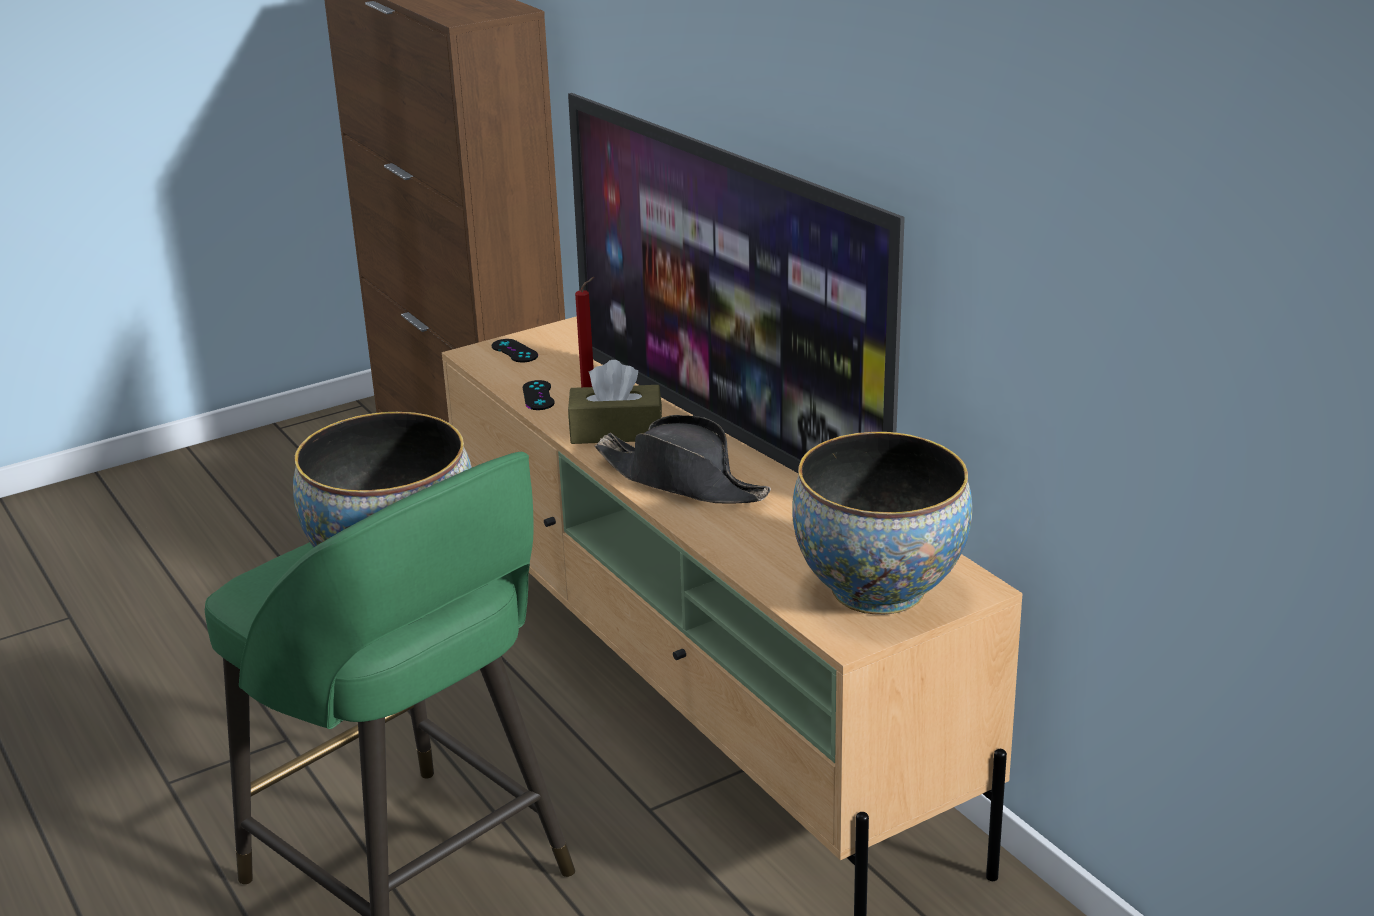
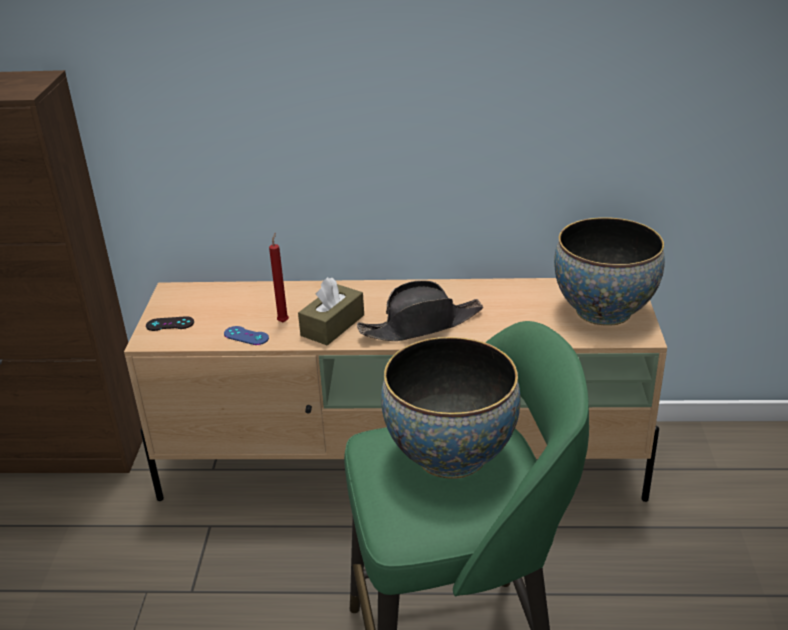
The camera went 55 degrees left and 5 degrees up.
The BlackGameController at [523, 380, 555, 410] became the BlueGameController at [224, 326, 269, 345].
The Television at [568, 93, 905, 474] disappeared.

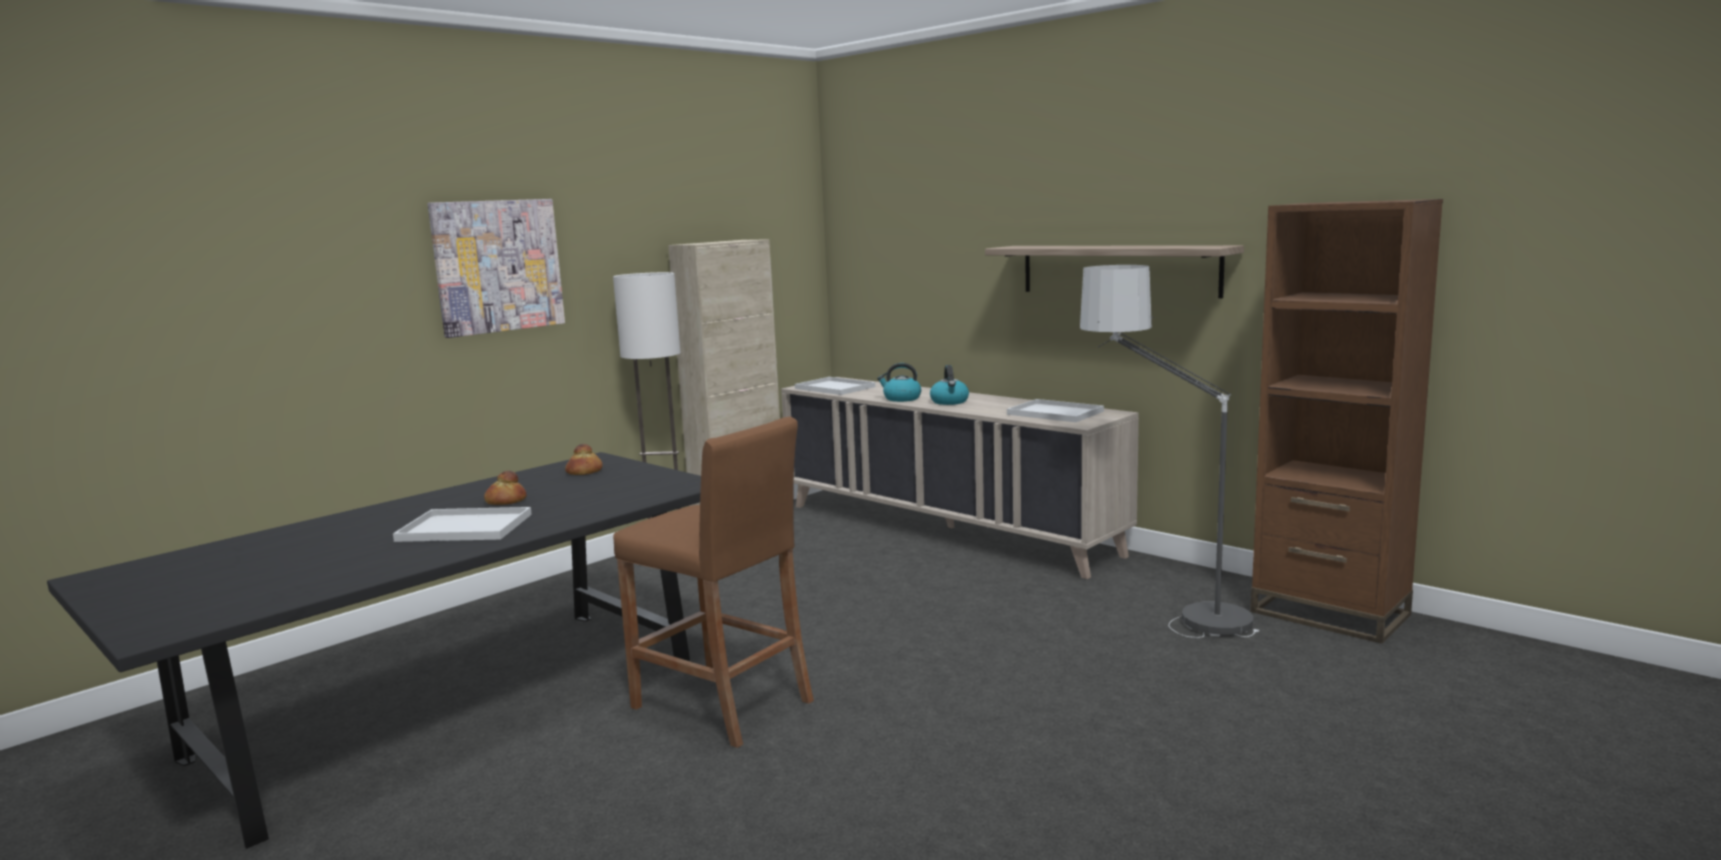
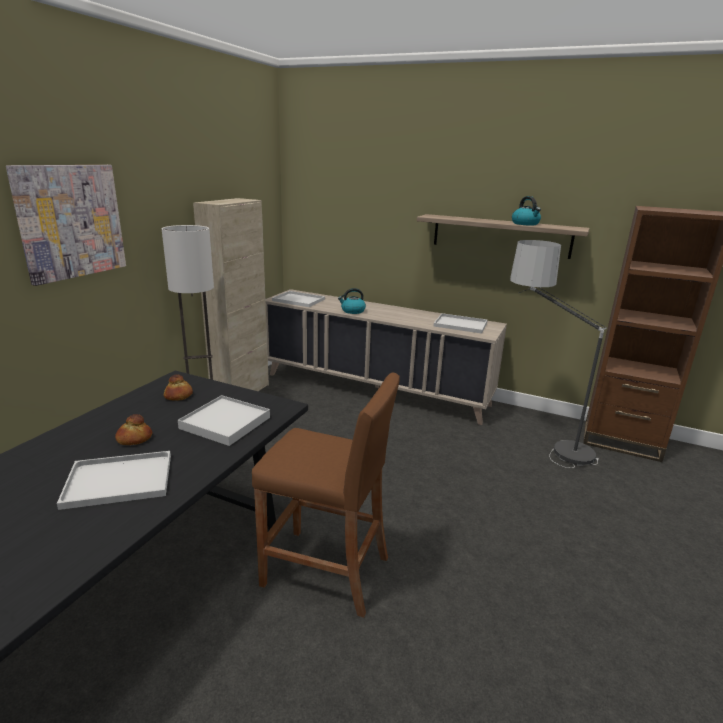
The camera went 20 degrees left and 10 degrees up.
The WhiteTray at [178, 395, 270, 446] appeared.
The Kettle moved from [930, 365, 969, 405] to [512, 196, 541, 226].

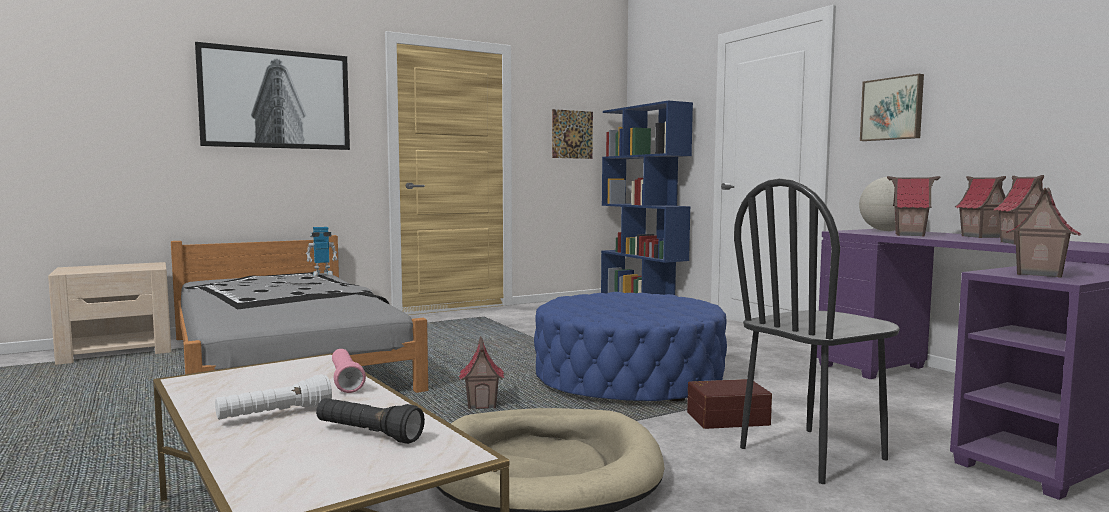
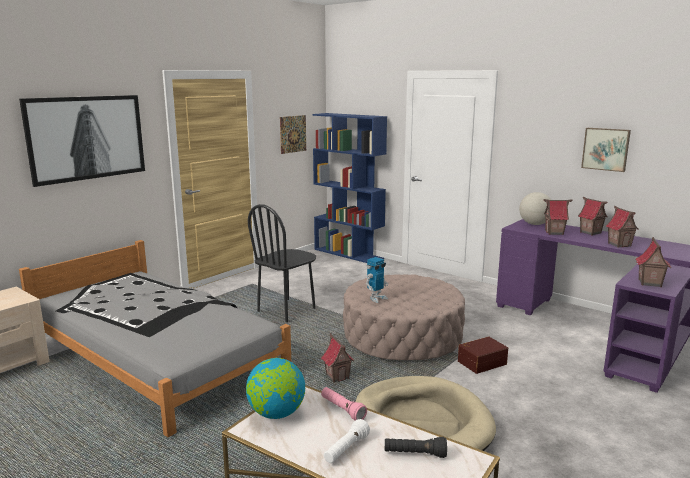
The camera went 20 degrees left and 10 degrees up.
The Globe at [246, 358, 305, 419] appeared.
The BlackChair moved from [734, 178, 900, 484] to [248, 204, 316, 322].
The BlueOttoman at [534, 292, 727, 401] became the BeigeOttoman at [343, 274, 465, 360].
The ToyRobot moved from [306, 227, 337, 276] to [366, 257, 388, 303].
The Picture moved from [860, 74, 924, 141] to [581, 128, 631, 172].

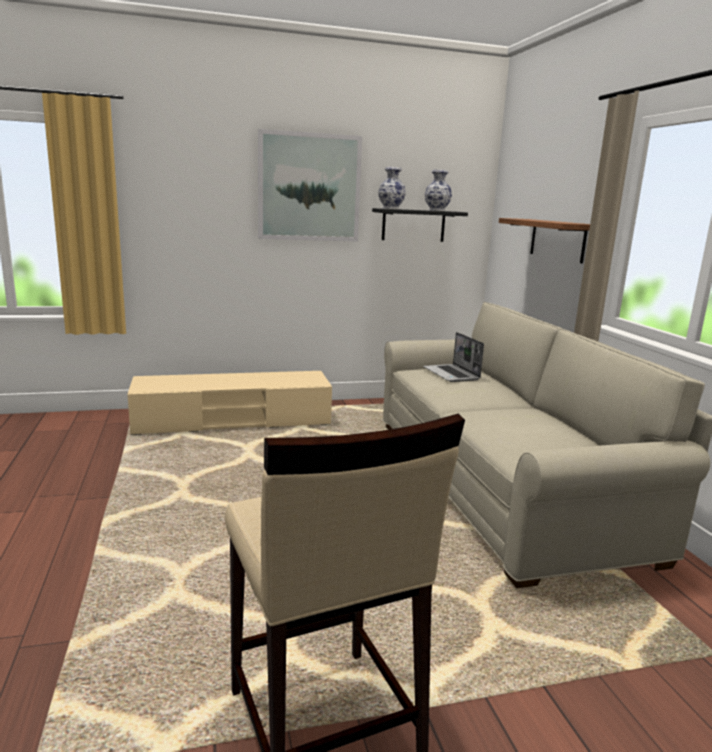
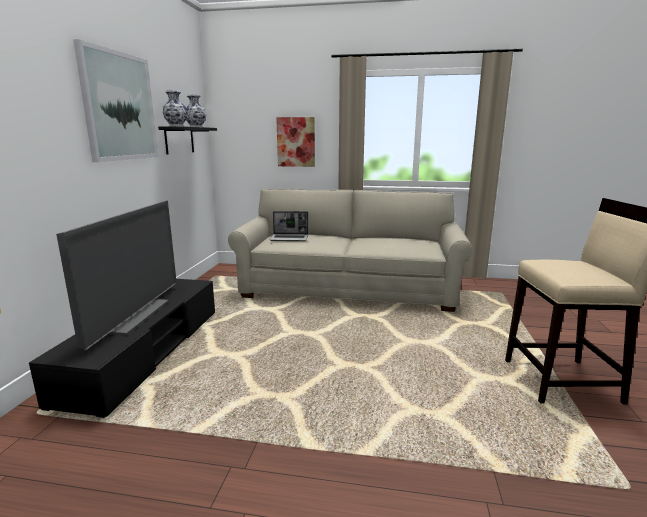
The camera went 65 degrees left and 0 degrees up.
The BeigeTvStand at [127, 371, 332, 435] became the BlackTvStand at [29, 279, 215, 418].
The Television at [56, 201, 177, 350] appeared.
The Shelf at [499, 218, 590, 263] was replaced by the Picture at [276, 117, 315, 167].

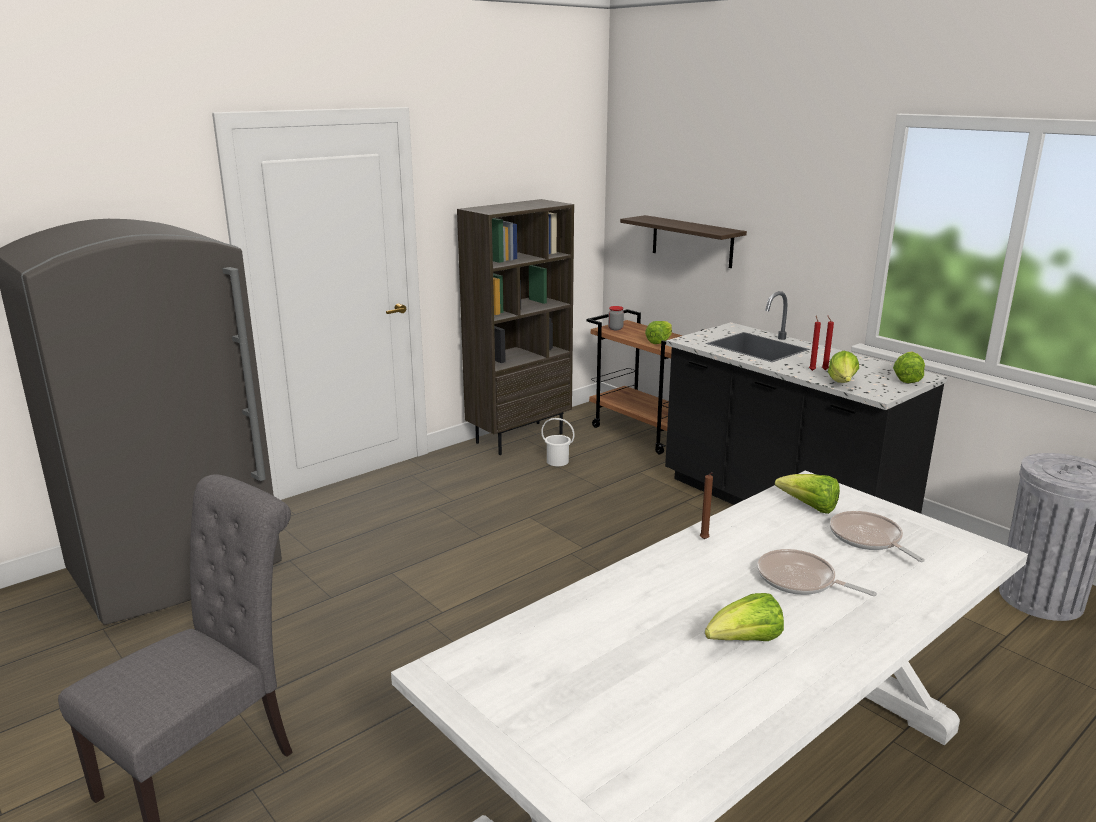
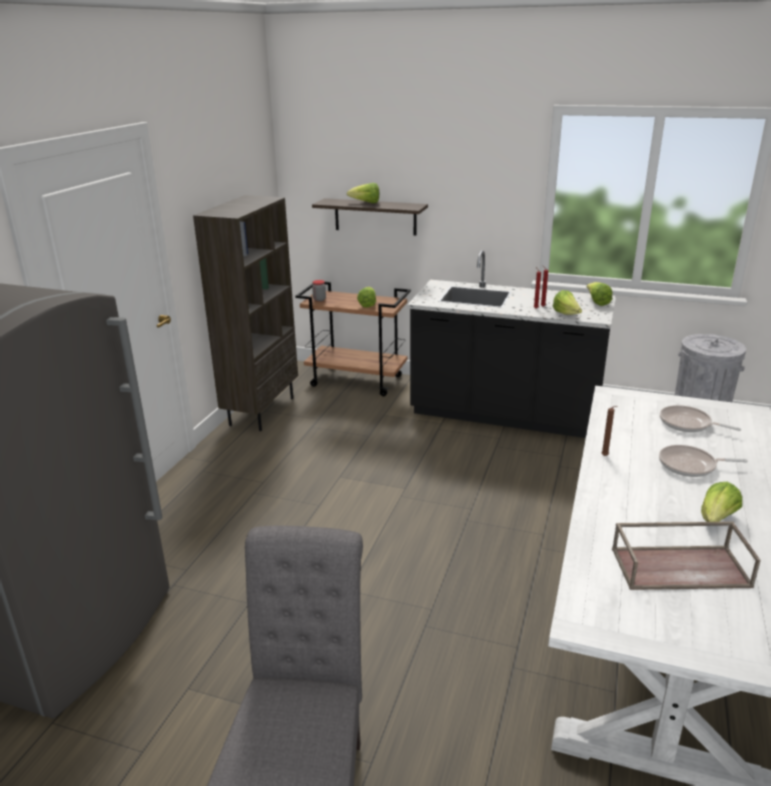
The camera went 30 degrees left and 5 degrees up.
The Lettuce moved from [775, 474, 840, 514] to [347, 183, 379, 203].
The BrownTray at [612, 522, 761, 590] appeared.
The WhiteBucket at [541, 418, 575, 466] disappeared.

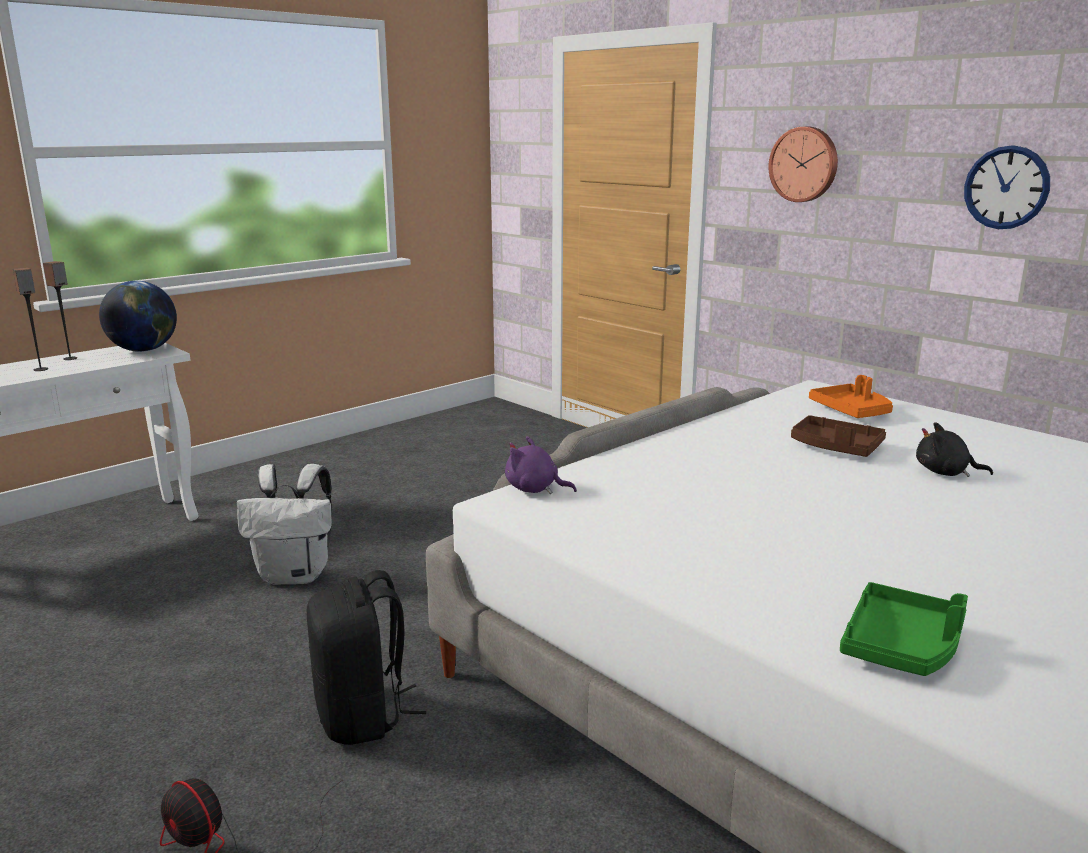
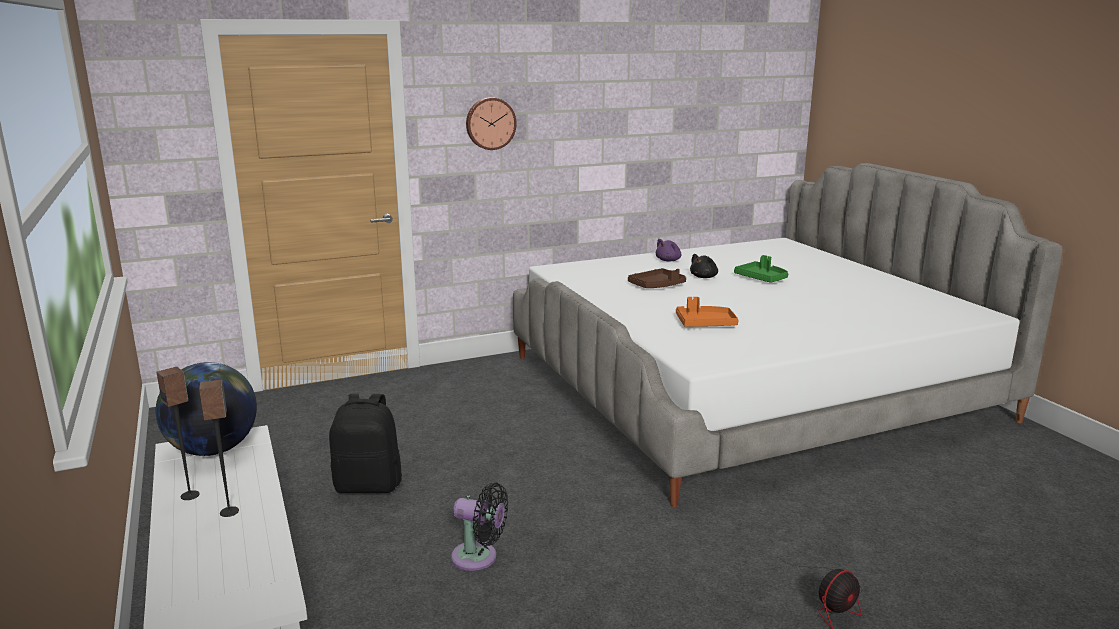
The camera went 70 degrees left and 0 degrees up.
The BlackBackpack moved from [307, 570, 426, 745] to [329, 394, 402, 493].
The WhiteBackpack at [236, 464, 332, 585] was replaced by the BlackFan at [451, 483, 508, 571].
The PurplePlushToy moved from [505, 436, 577, 494] to [656, 239, 682, 261].
The OrangeTray moved from [809, 375, 893, 418] to [676, 297, 738, 327].
The GreenTray moved from [840, 582, 968, 676] to [734, 255, 788, 283].
The WallClock at [964, 145, 1050, 229] disappeared.

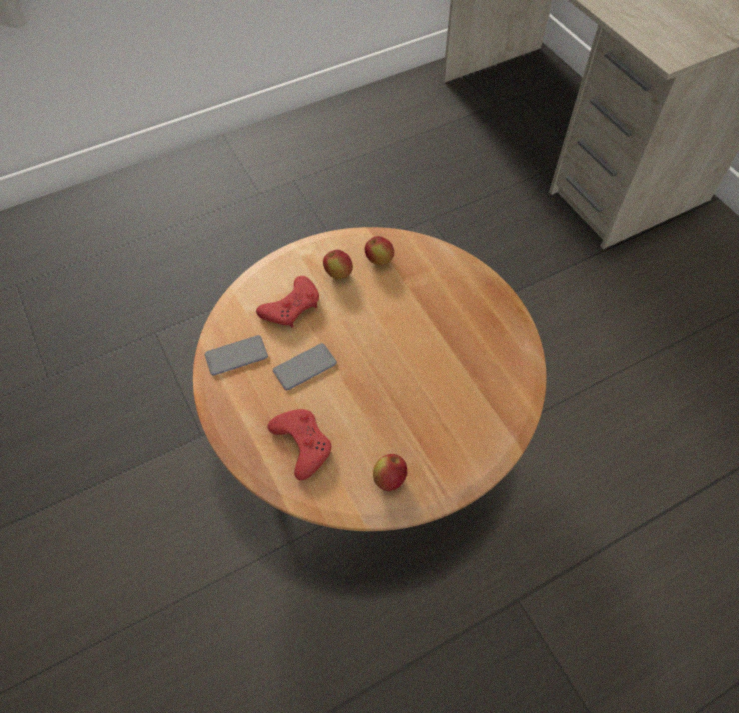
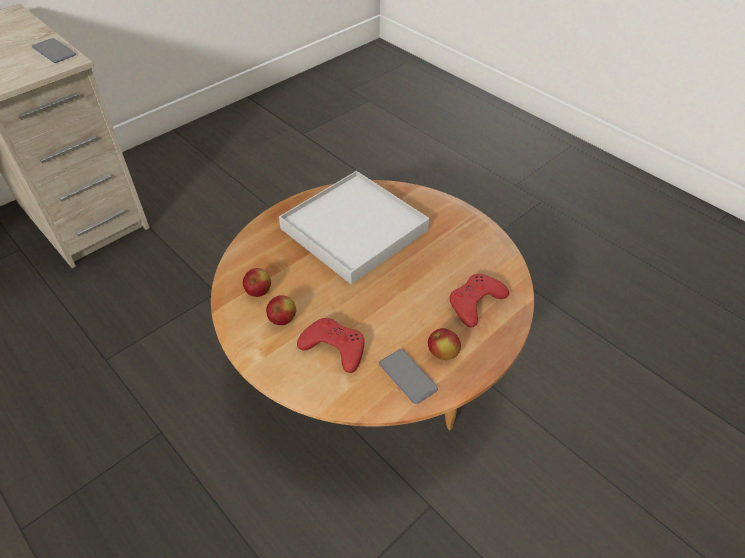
The camera went 105 degrees left and 10 degrees down.
The Phone moved from [273, 343, 337, 390] to [32, 38, 76, 63].
The WhiteTray at [279, 171, 429, 285] appeared.
The Apple moved from [373, 454, 407, 491] to [428, 328, 461, 360].

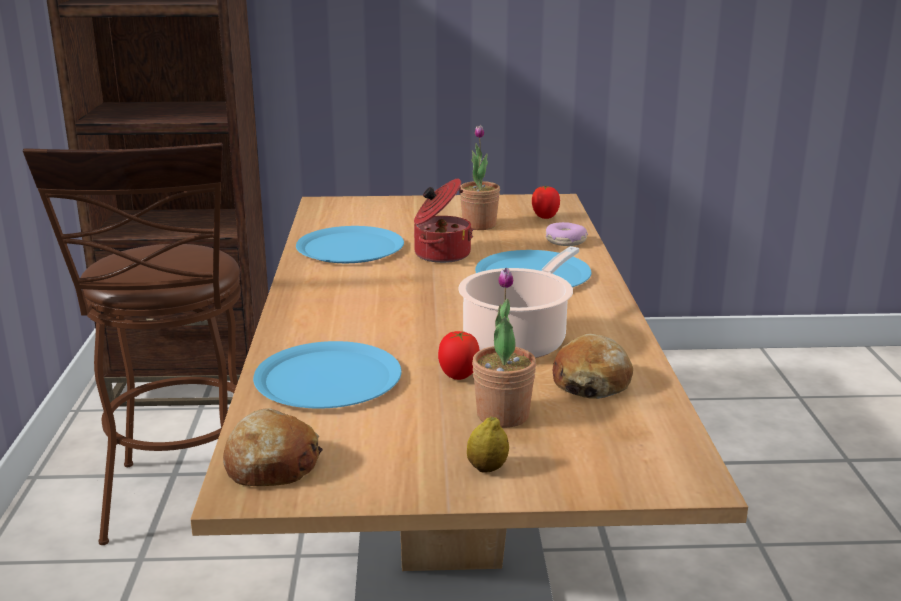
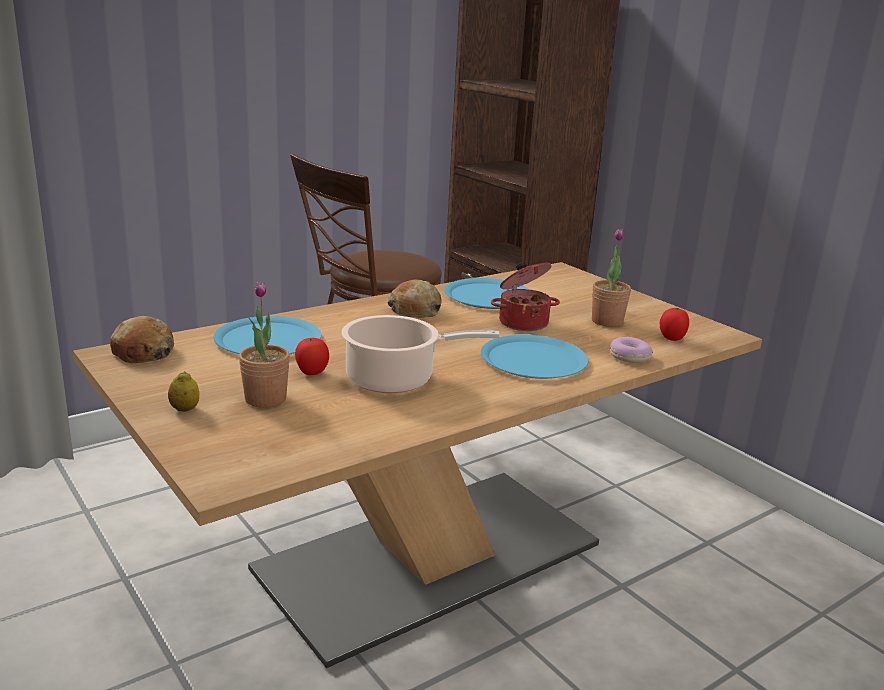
The camera went 55 degrees right and 0 degrees up.
The Bread moved from [553, 333, 633, 399] to [388, 280, 442, 318].

